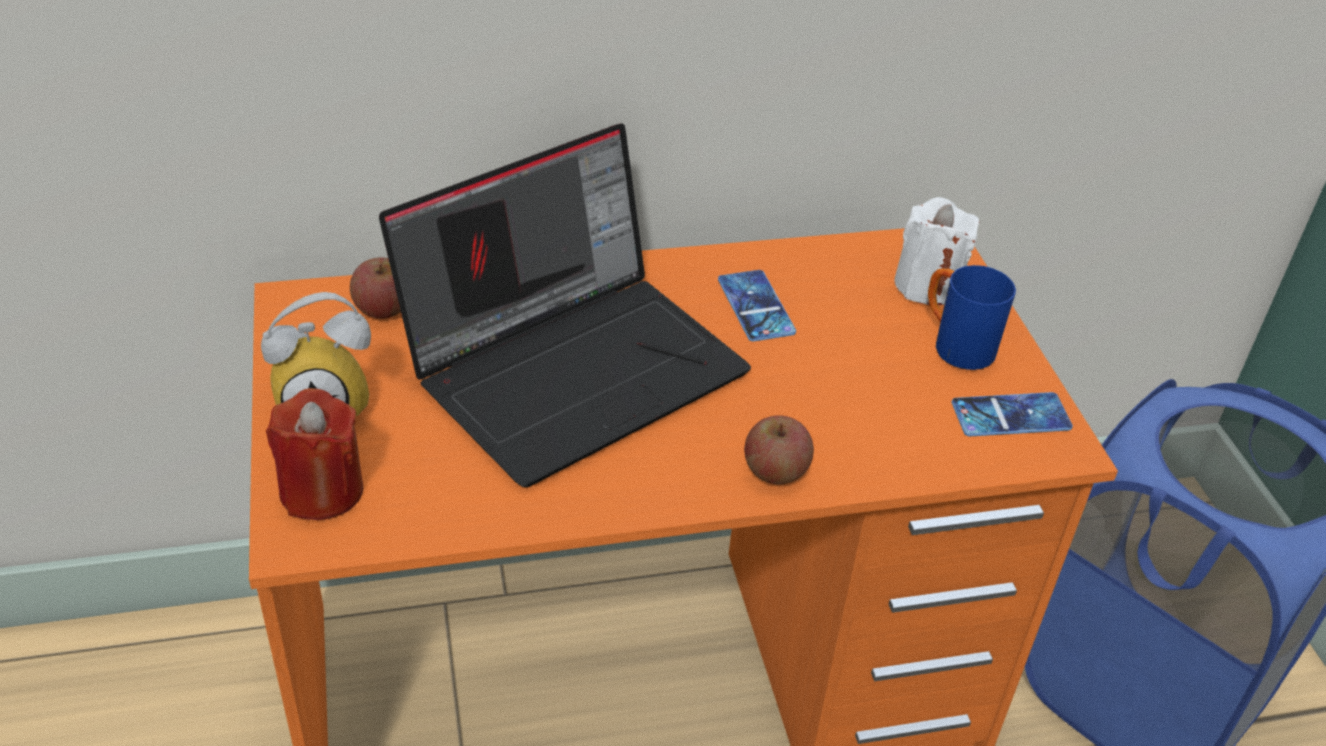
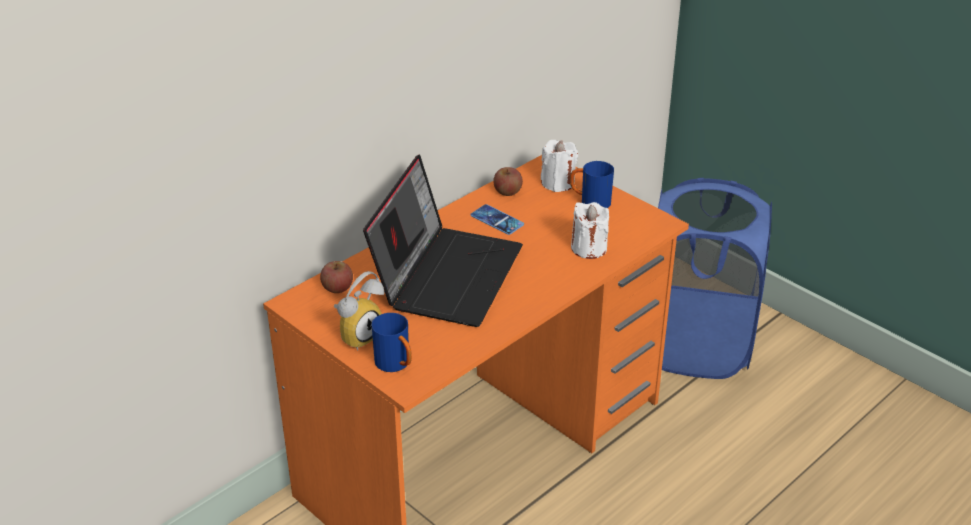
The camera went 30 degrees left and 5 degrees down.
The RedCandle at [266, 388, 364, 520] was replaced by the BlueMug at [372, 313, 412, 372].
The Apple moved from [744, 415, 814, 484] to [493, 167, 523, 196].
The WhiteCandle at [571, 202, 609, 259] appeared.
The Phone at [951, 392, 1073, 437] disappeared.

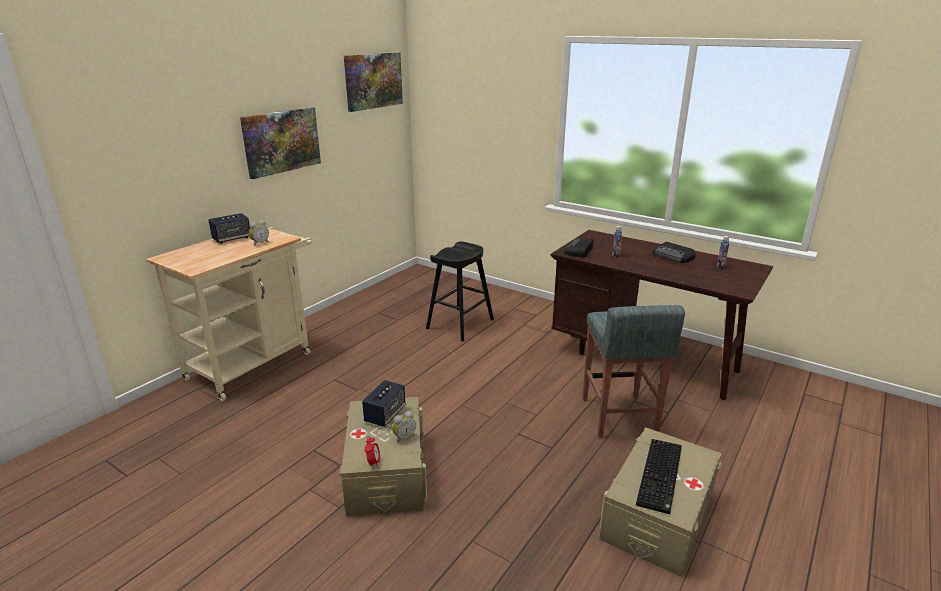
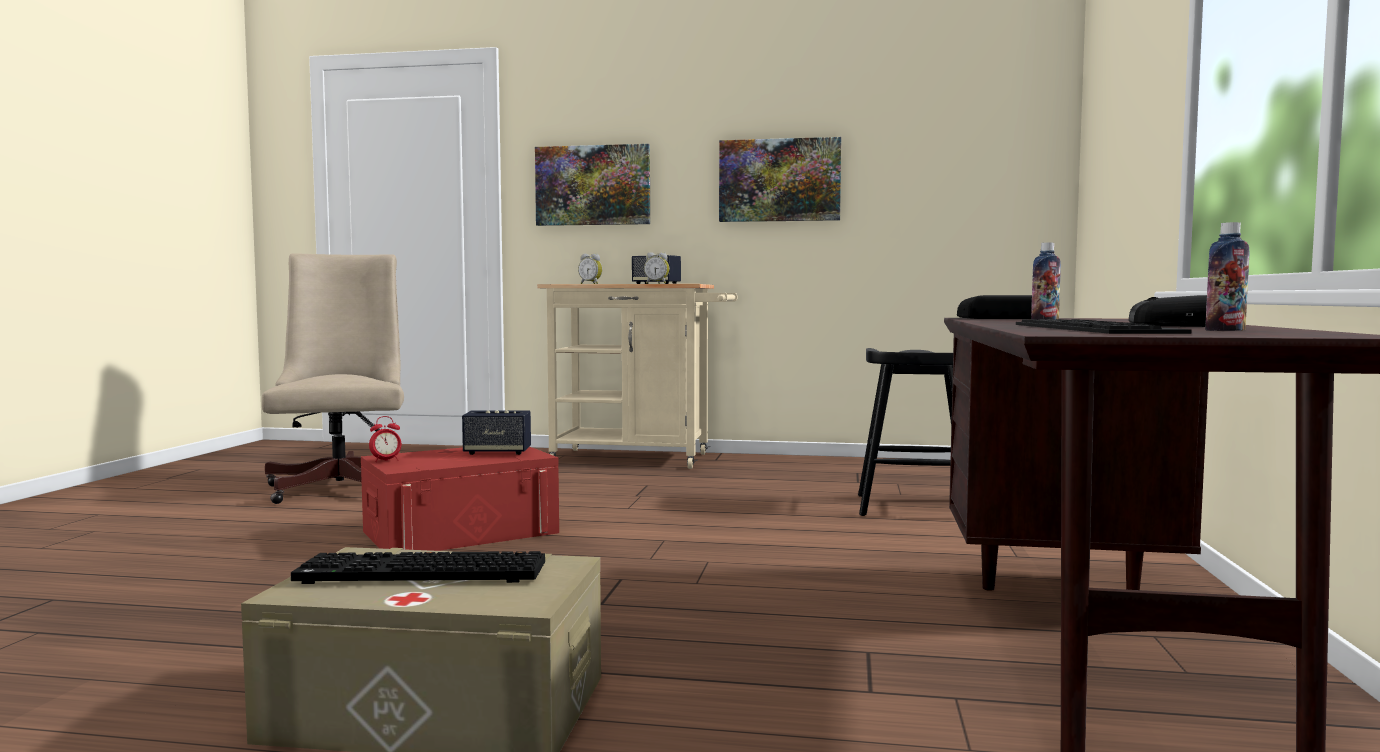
The camera went 65 degrees right and 20 degrees down.
The BeigeOfficeChair at [262, 253, 404, 504] appeared.
The BeigeStorageBox at [339, 397, 427, 516] became the RedStorageBox at [361, 447, 559, 551].
The Picture moved from [344, 52, 403, 112] to [535, 144, 650, 226].
The AlarmClock moved from [392, 411, 416, 443] to [578, 253, 602, 284].
The Keyboard at [1016, 319, 1191, 334] appeared.
The GreyStool at [582, 305, 685, 438] disappeared.

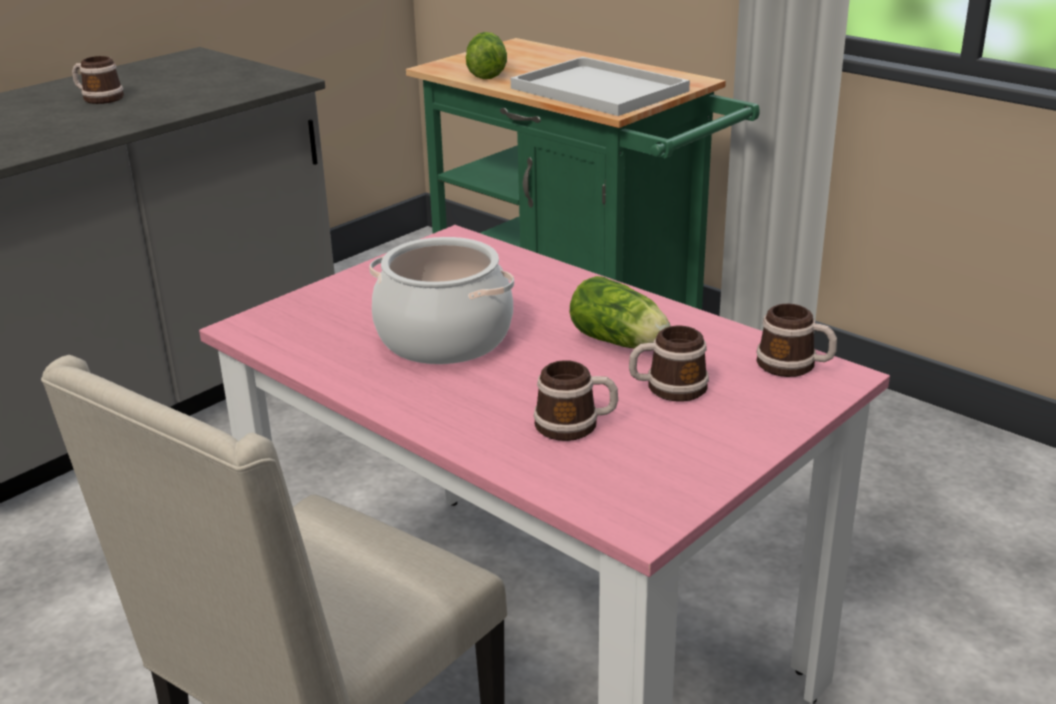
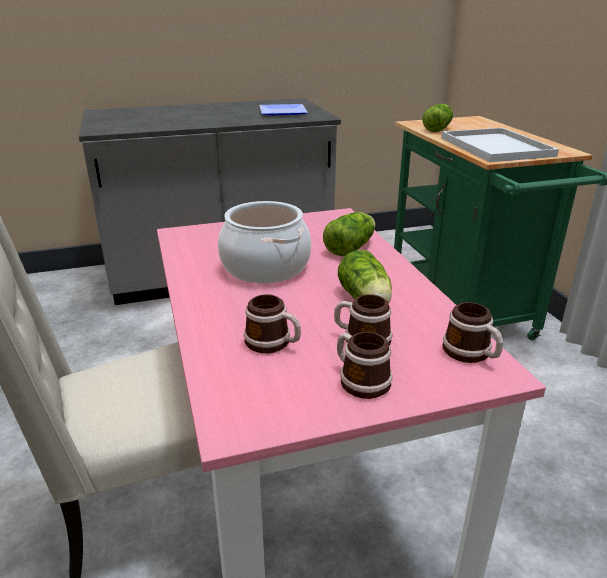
The camera went 30 degrees right and 0 degrees up.
The Plate at [259, 104, 308, 115] appeared.
The Lettuce at [323, 212, 375, 256] appeared.
The Mug moved from [72, 56, 124, 104] to [337, 332, 393, 399].

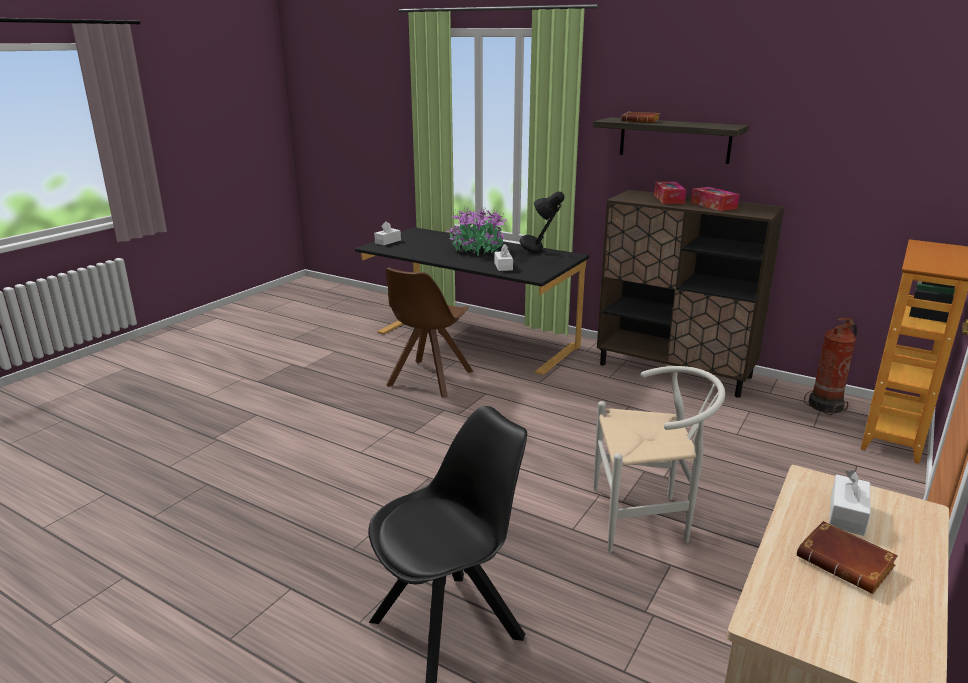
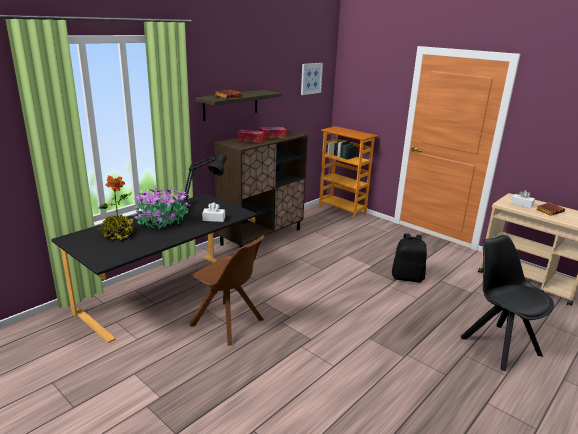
The camera went 80 degrees left and 0 degrees up.
The PottedPlant at [97, 175, 136, 241] appeared.
The Picture at [301, 63, 323, 95] appeared.
The WhiteChair at [594, 366, 725, 552] was replaced by the BlackBackpack at [392, 234, 427, 283].
The WhiteTissueBox at [374, 221, 401, 245] disappeared.
The FireExtinguisher at [804, 317, 857, 415] disappeared.

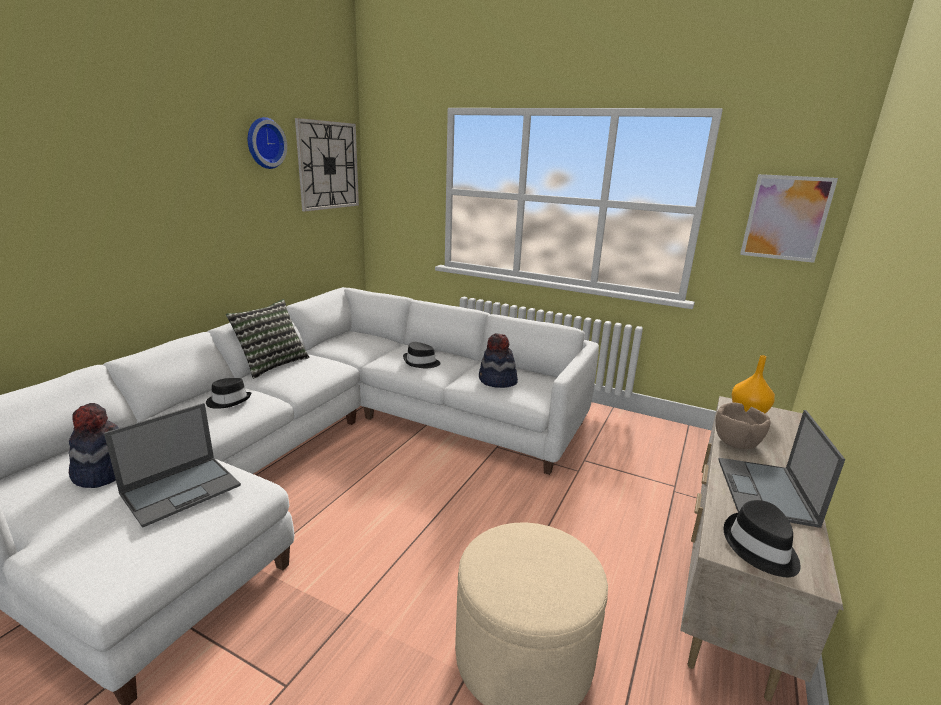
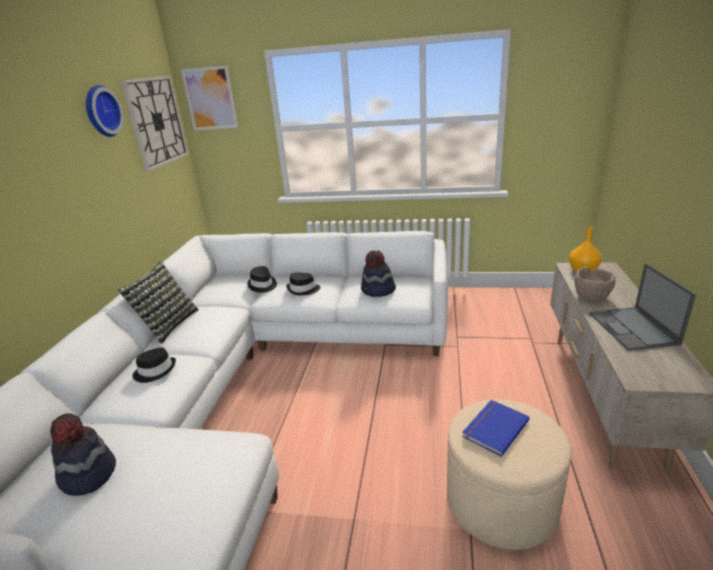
The camera went 15 degrees left and 5 degrees up.
The Picture moved from [740, 174, 838, 263] to [181, 66, 238, 130].
The BlackHat moved from [724, 500, 800, 577] to [247, 266, 277, 293].
The BlueBook at [462, 400, 530, 457] appeared.
The Laptop at [104, 403, 241, 528] disappeared.

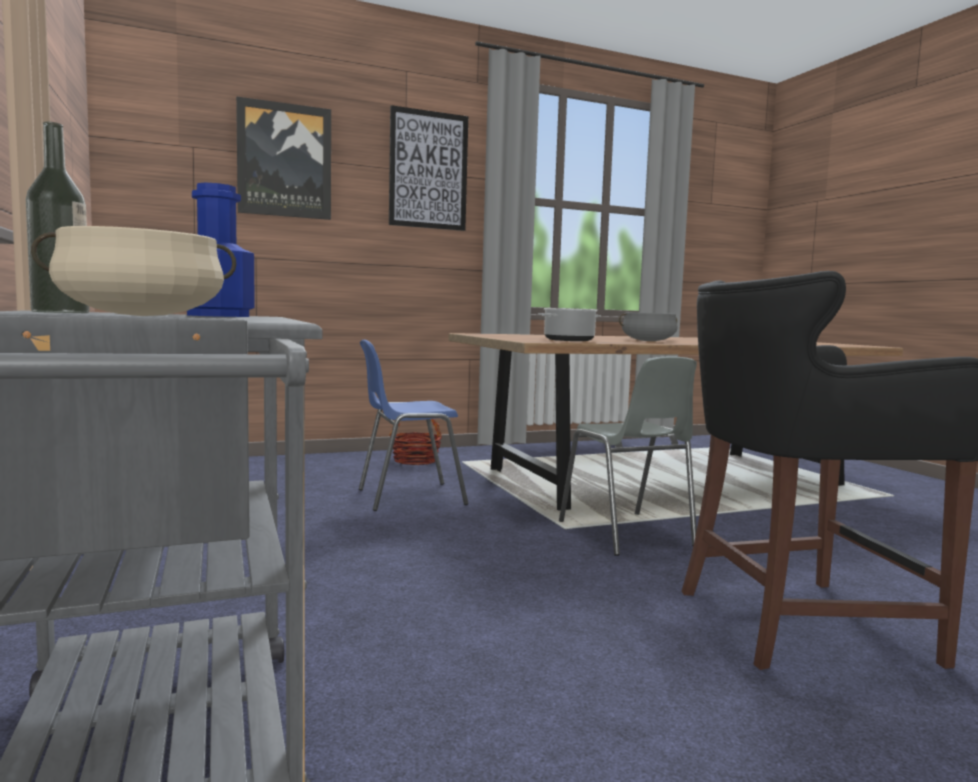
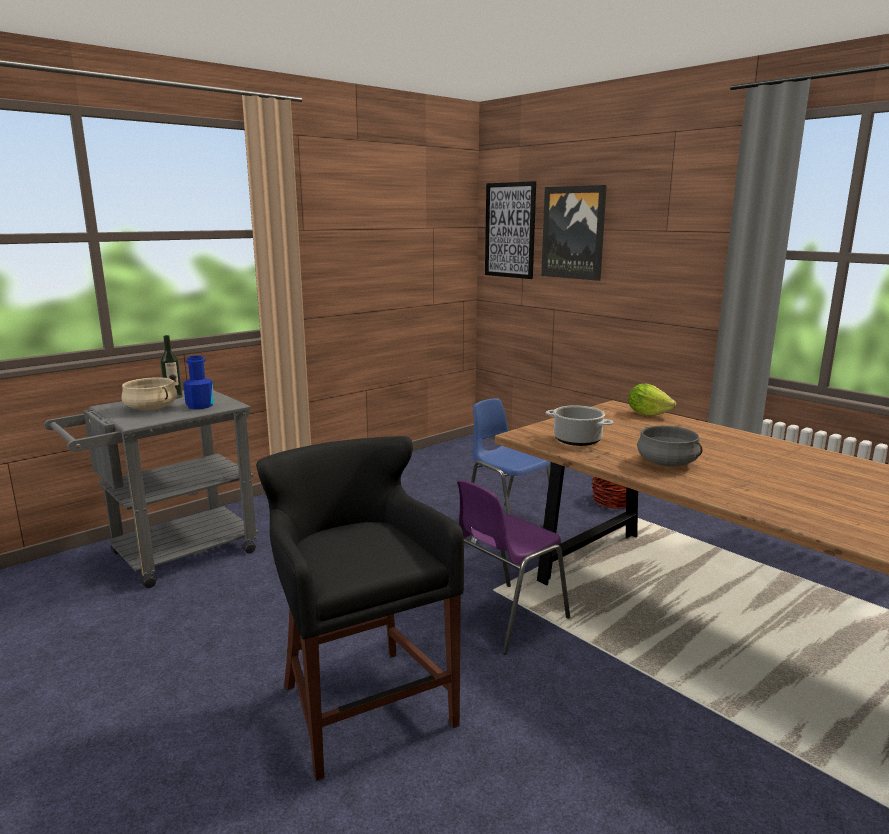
The camera went 70 degrees right and 10 degrees up.
The GreyChair at [559, 357, 697, 556] became the PurpleChair at [457, 479, 570, 654].
The Picture moved from [389, 105, 468, 231] to [485, 181, 536, 279].
The Lettuce at [628, 384, 676, 416] appeared.

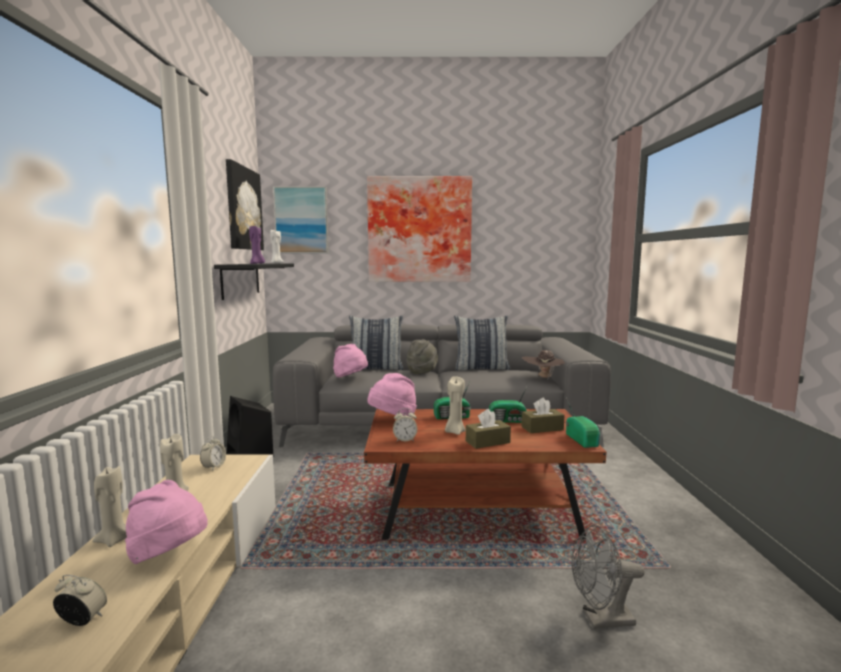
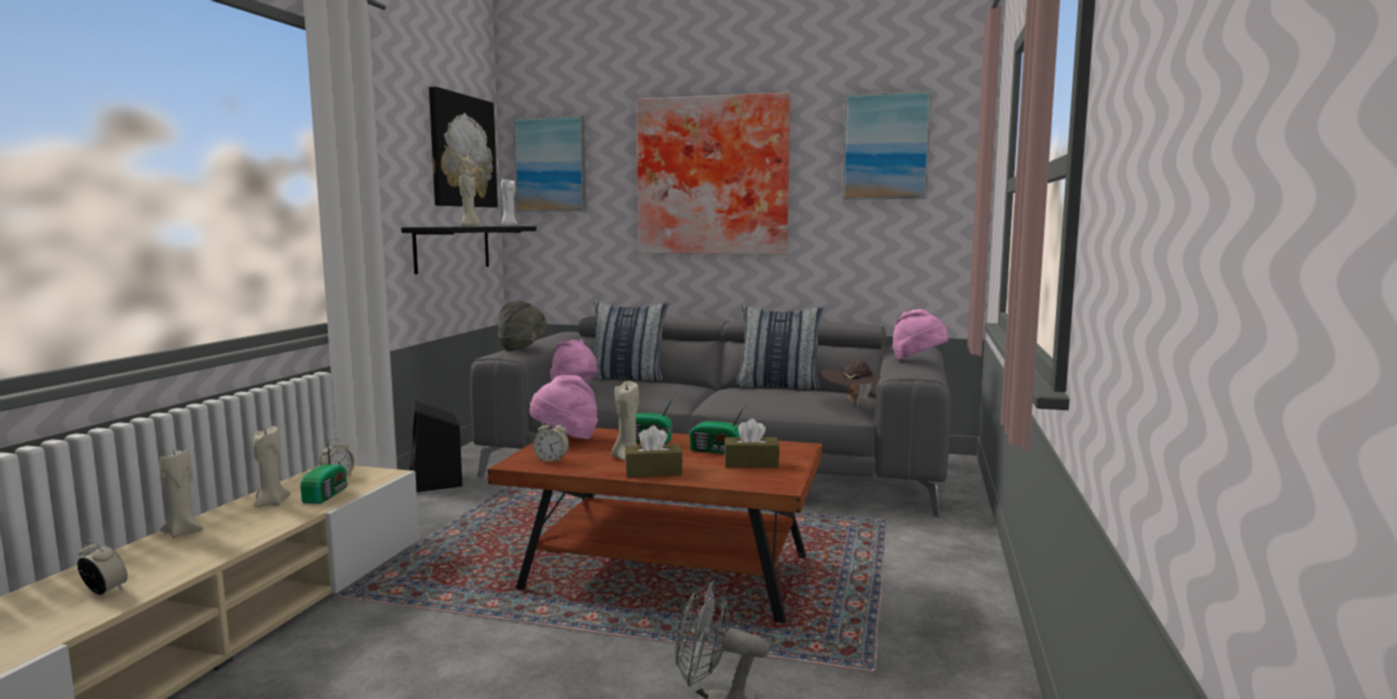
The camera went 15 degrees right and 0 degrees up.
The Radio moved from [566, 397, 600, 448] to [300, 441, 348, 504].
The PurpleCandle at [249, 226, 265, 264] became the BeigeCandle at [459, 175, 480, 226].
The GreyHat moved from [406, 339, 438, 375] to [498, 301, 547, 351].
The Picture at [842, 91, 931, 199] appeared.
The PinkHat moved from [125, 480, 208, 564] to [892, 309, 949, 360].

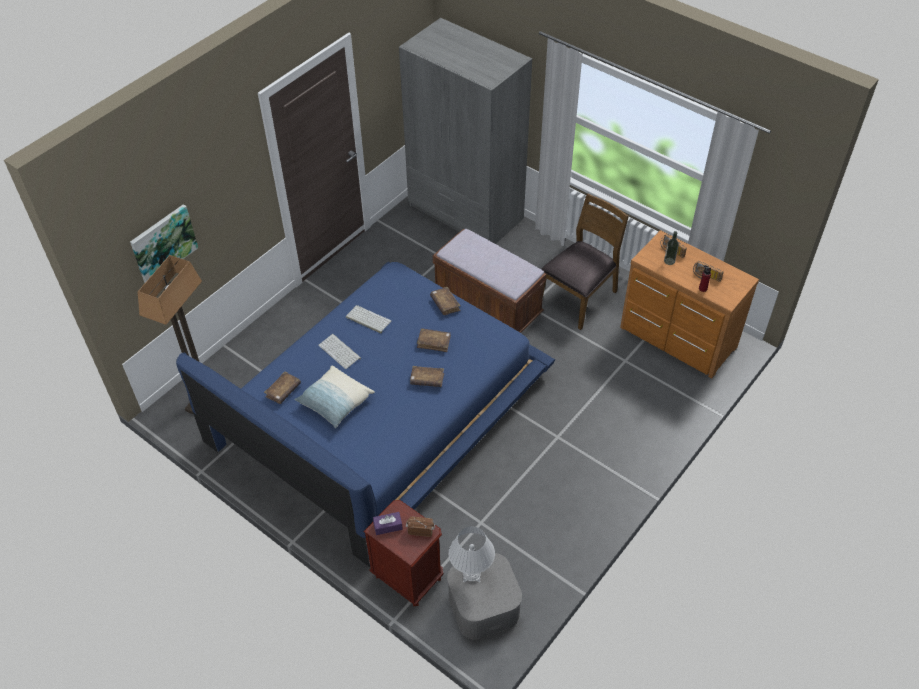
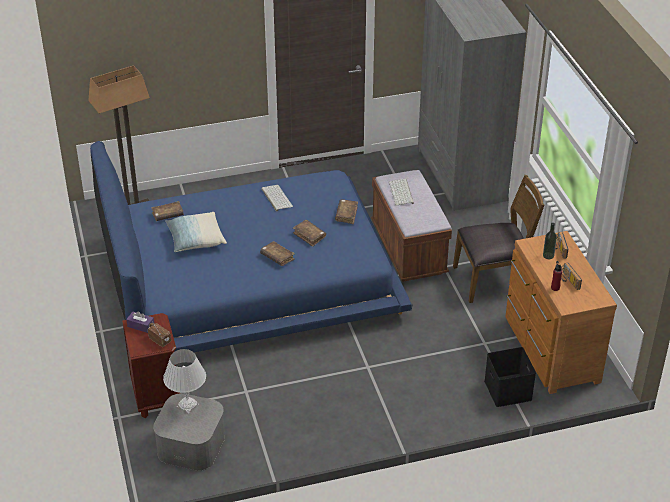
The camera went 35 degrees right and 10 degrees down.
The Keyboard moved from [318, 334, 361, 369] to [389, 179, 414, 206].
The BlackStorageBox at [484, 347, 536, 407] appeared.
The Picture at [130, 204, 198, 283] disappeared.

